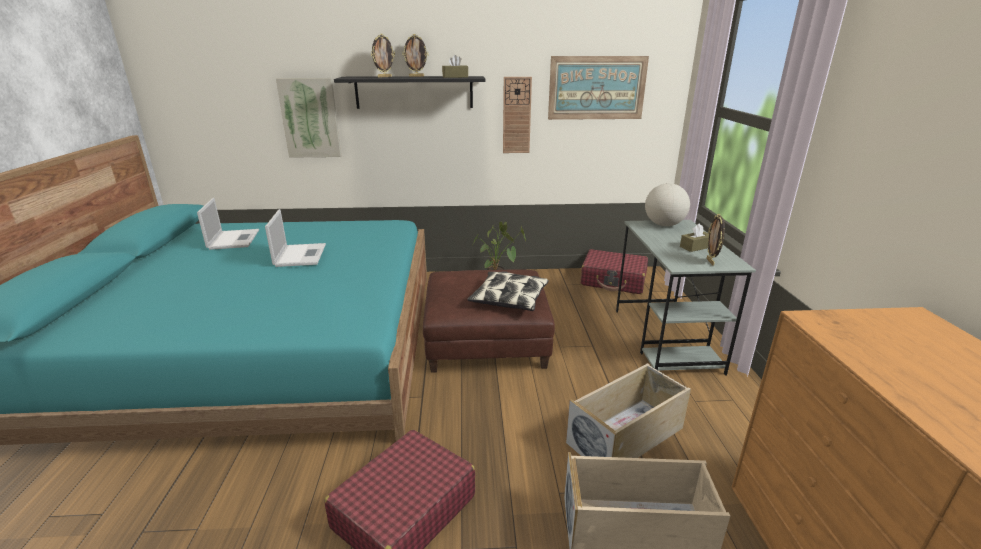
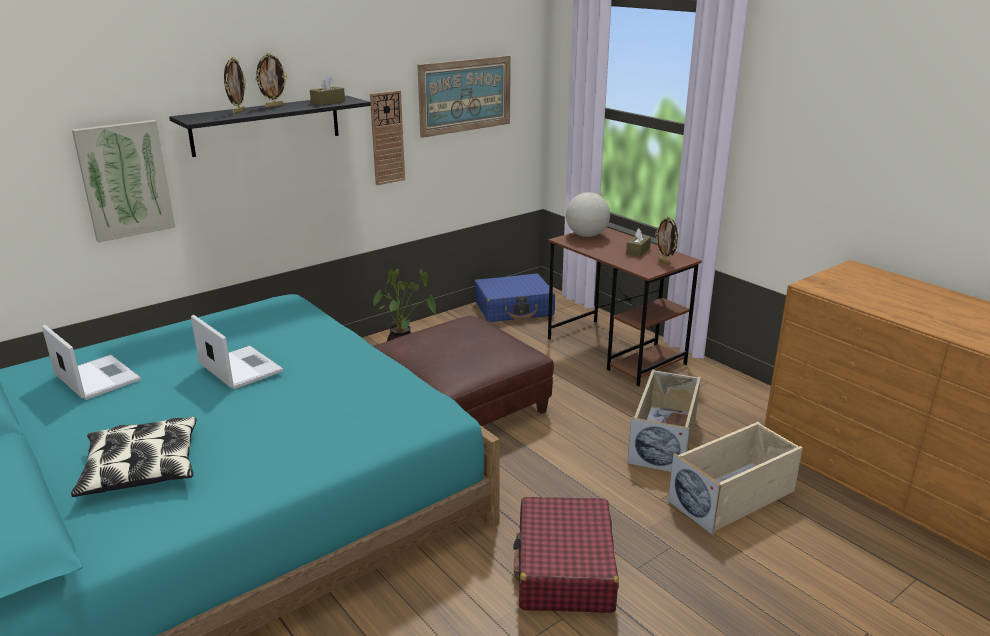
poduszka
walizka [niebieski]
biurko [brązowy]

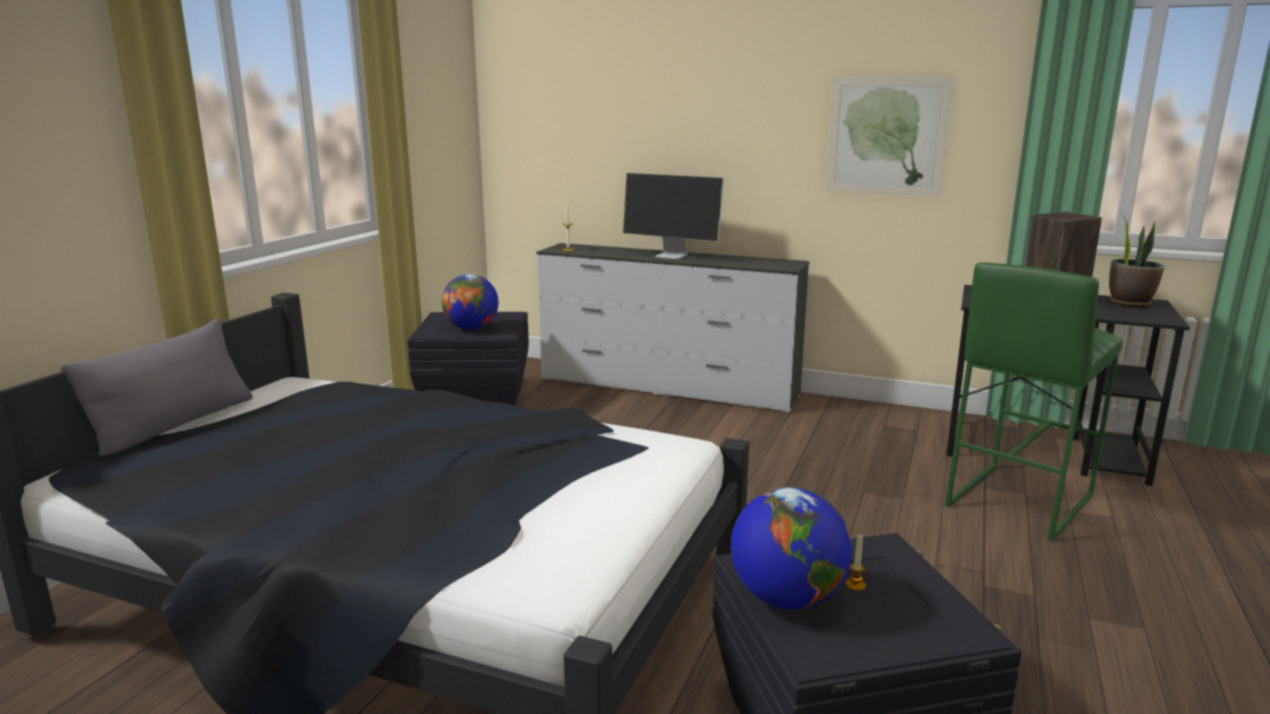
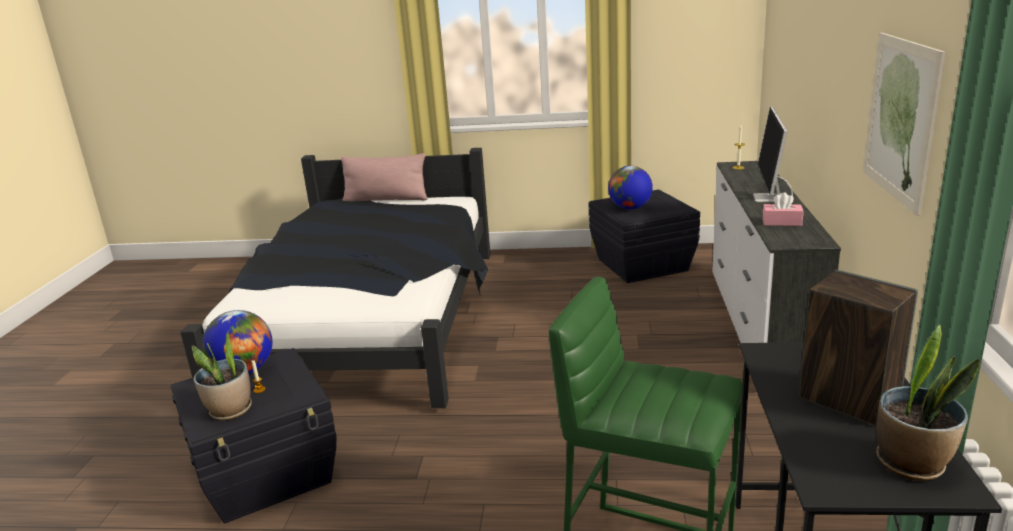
poduszka [różowy]
roślina doniczkowa (1st from left)
pudełko chusteczek [różowy]

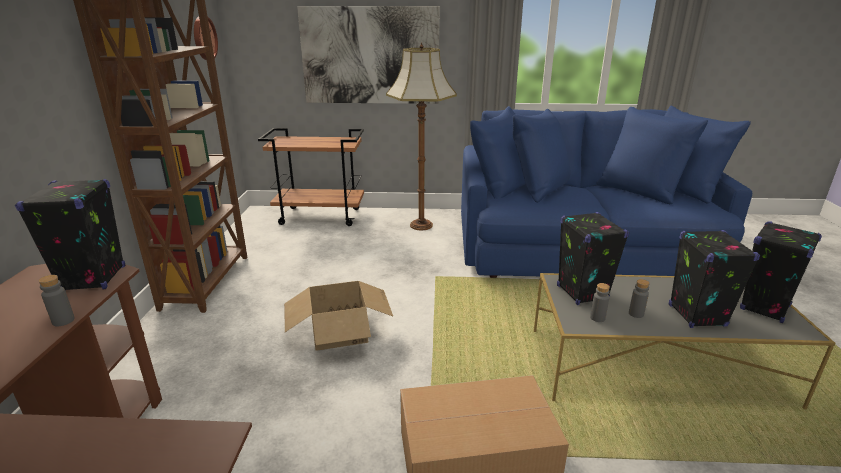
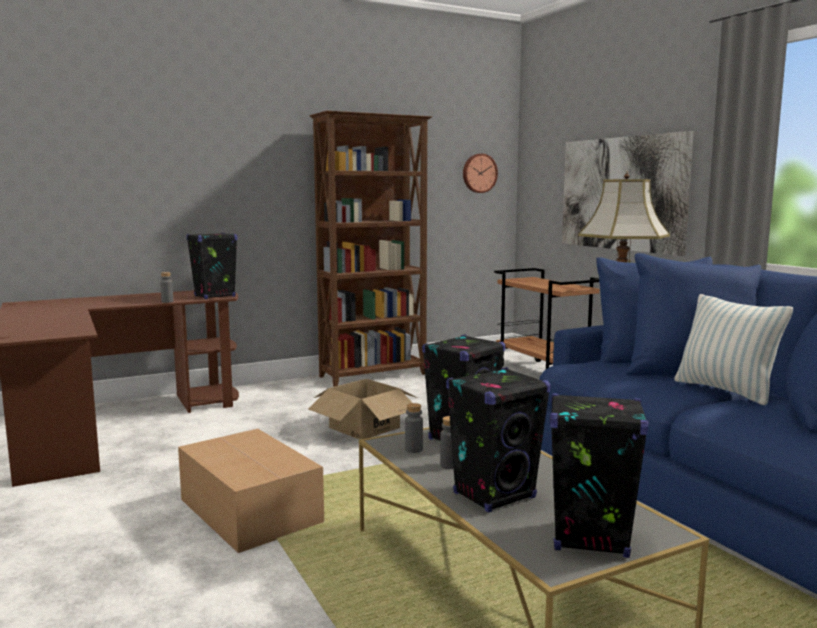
poduszka

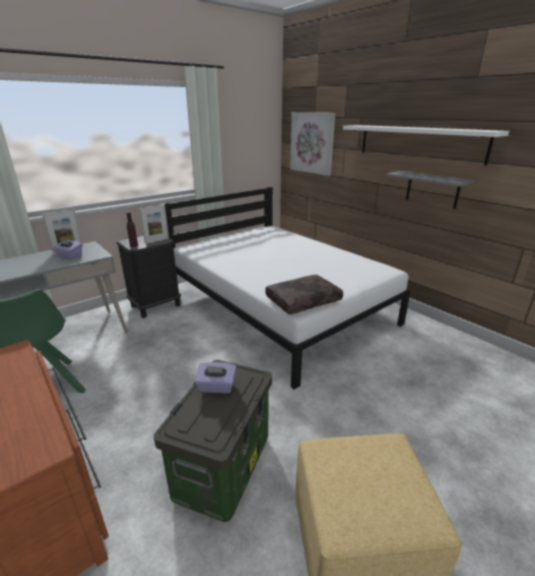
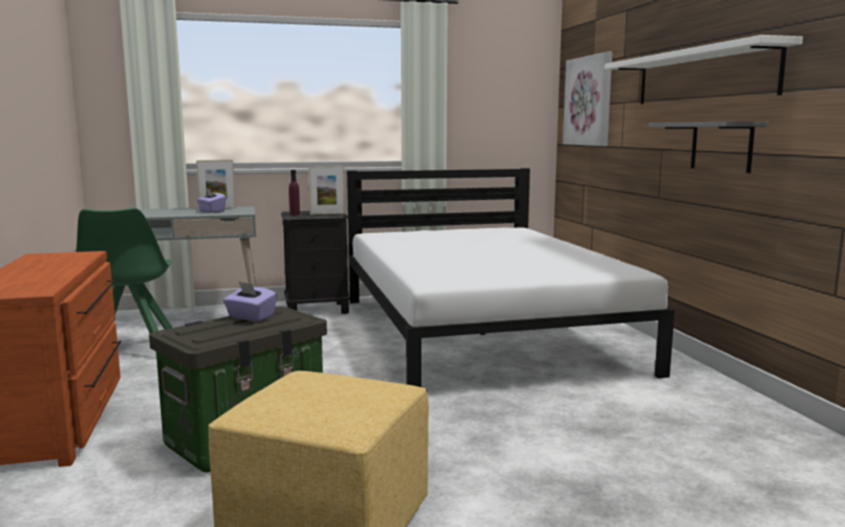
poduszka [brązowy]

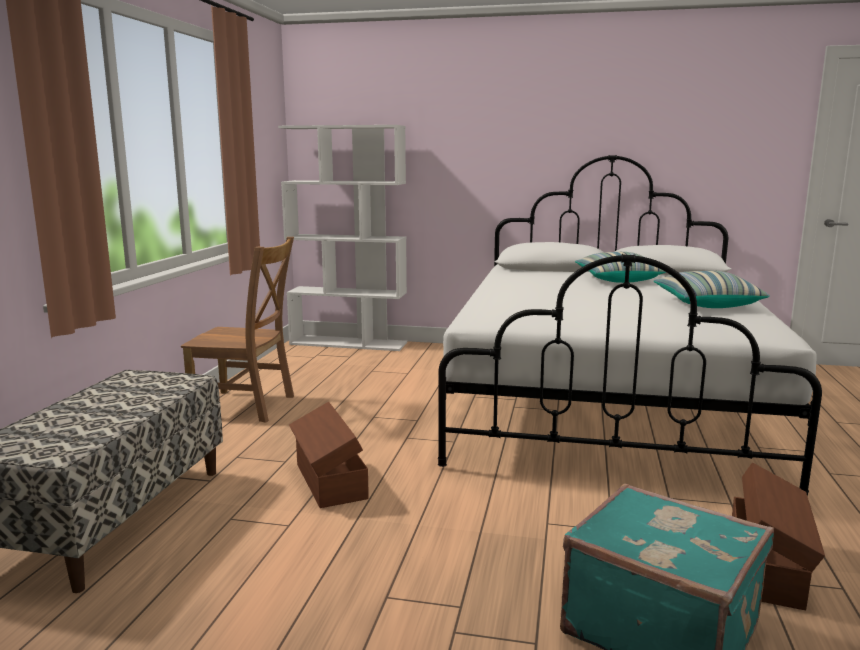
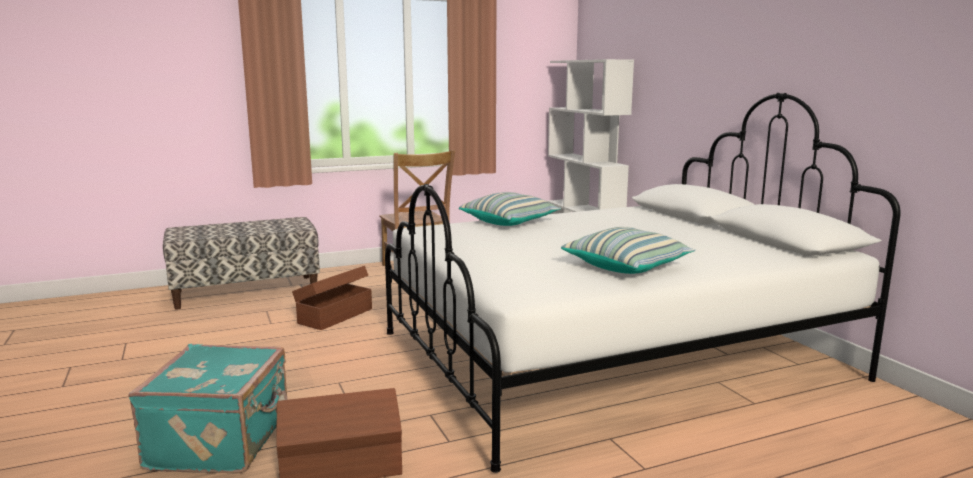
poduszka (1st from left)

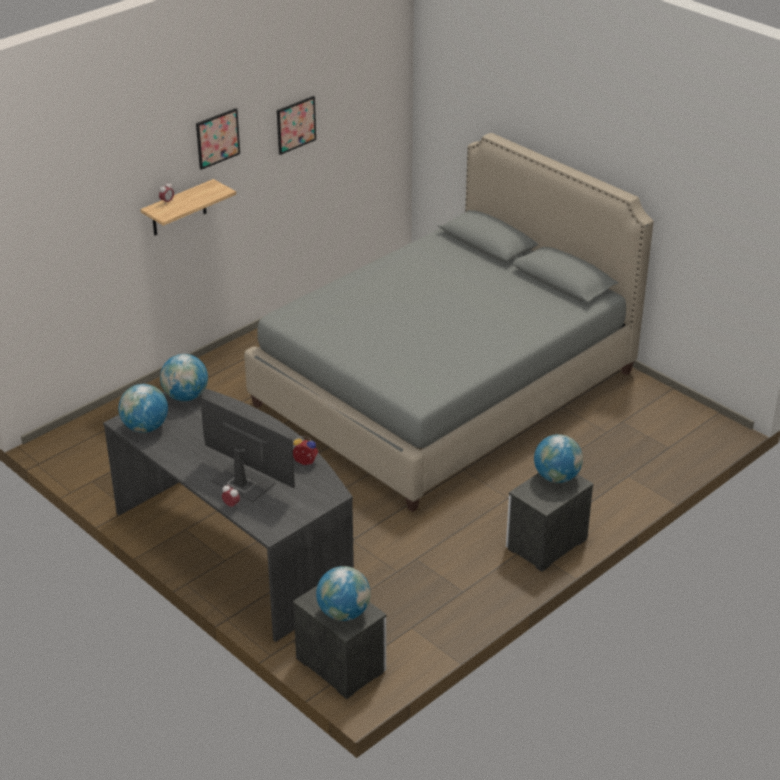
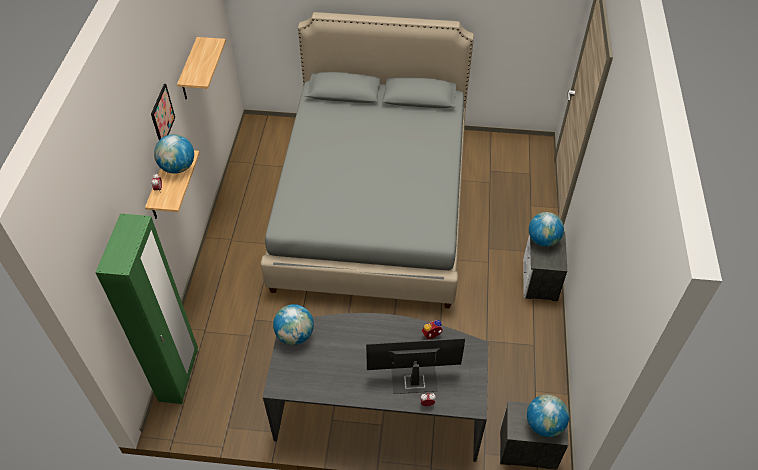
globus (1st from left)
półka (2nd from left)
szafa [zielony]

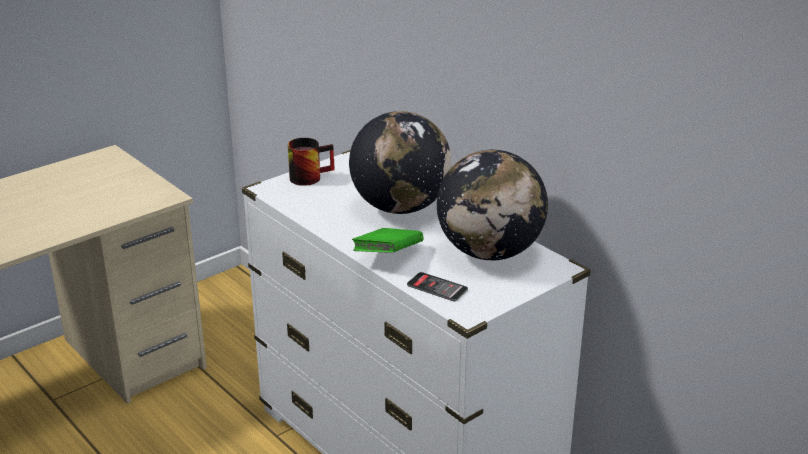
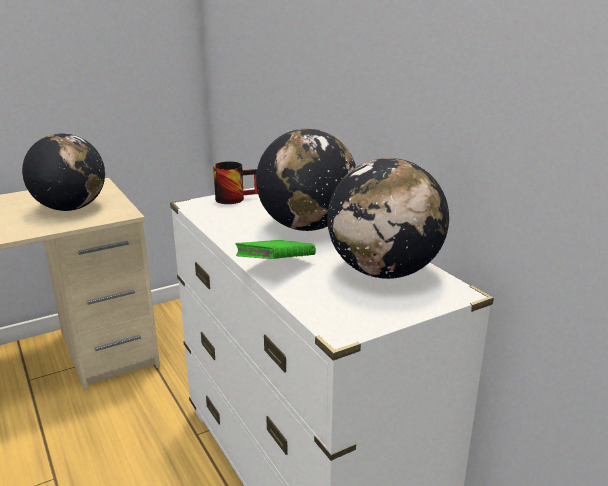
telefon
globus (1st from left)

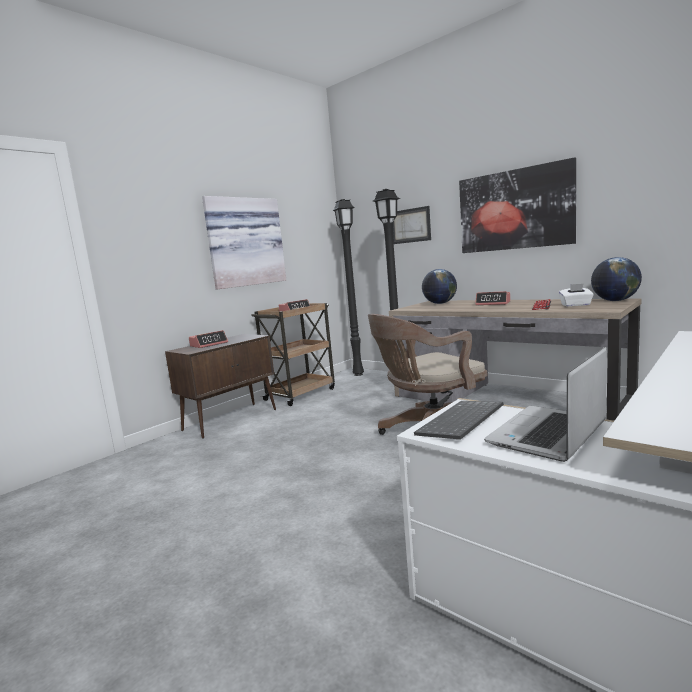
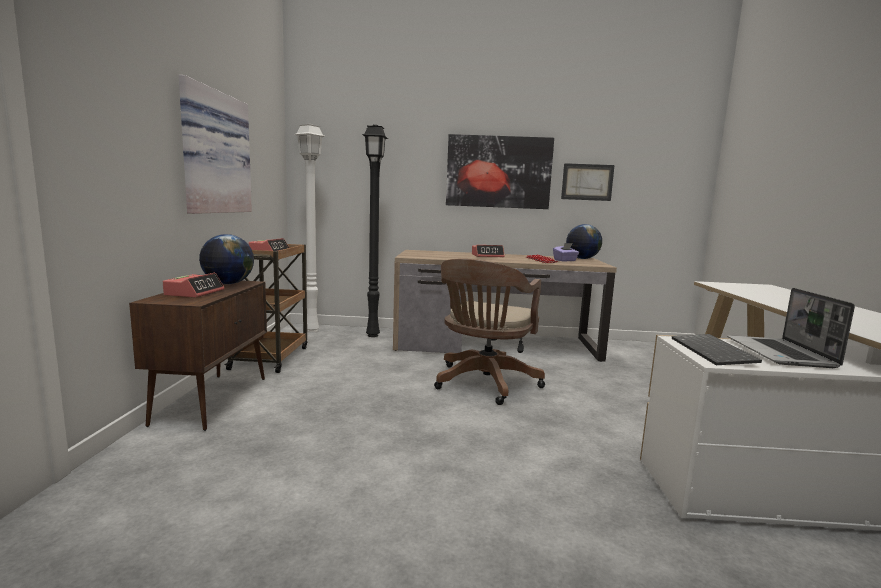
lampa stojąca [biały]
obraz (3rd from left)
globus (1st from left)
pudełko chusteczek [fioletowy]

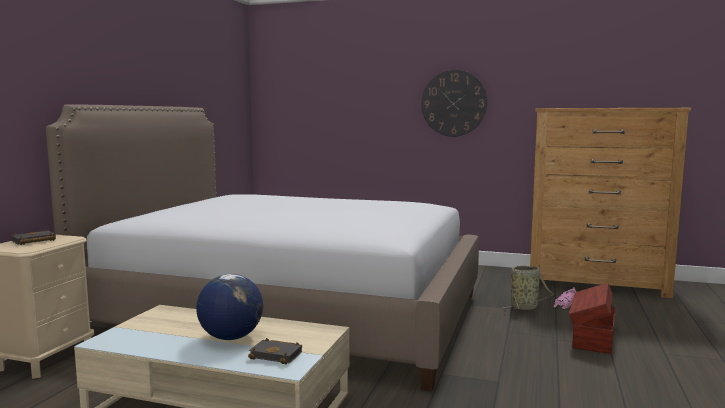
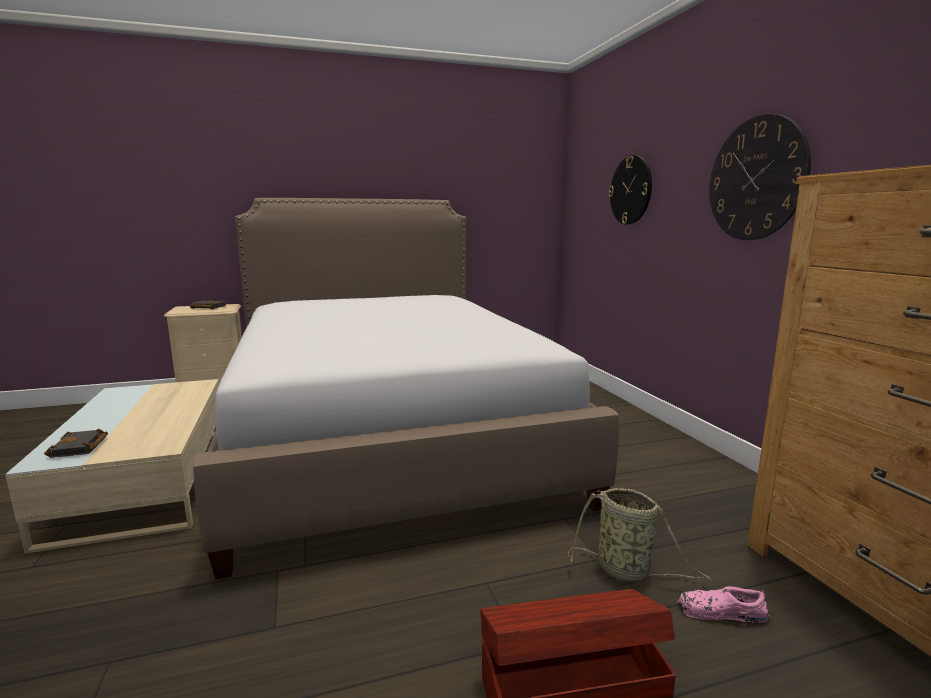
globus
zegar ścienny (1st from left)

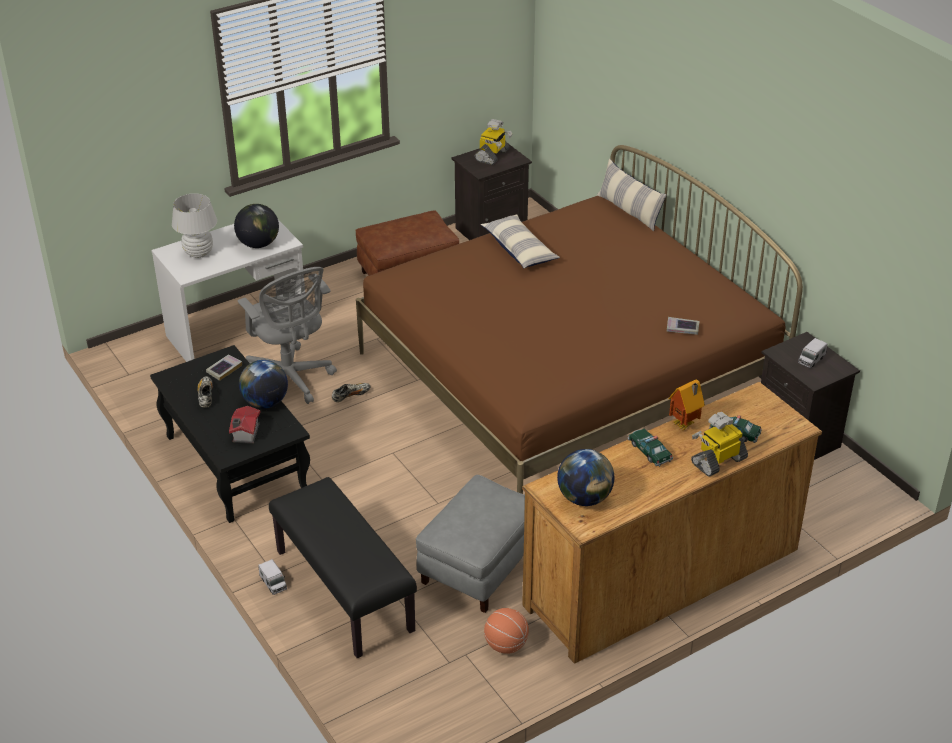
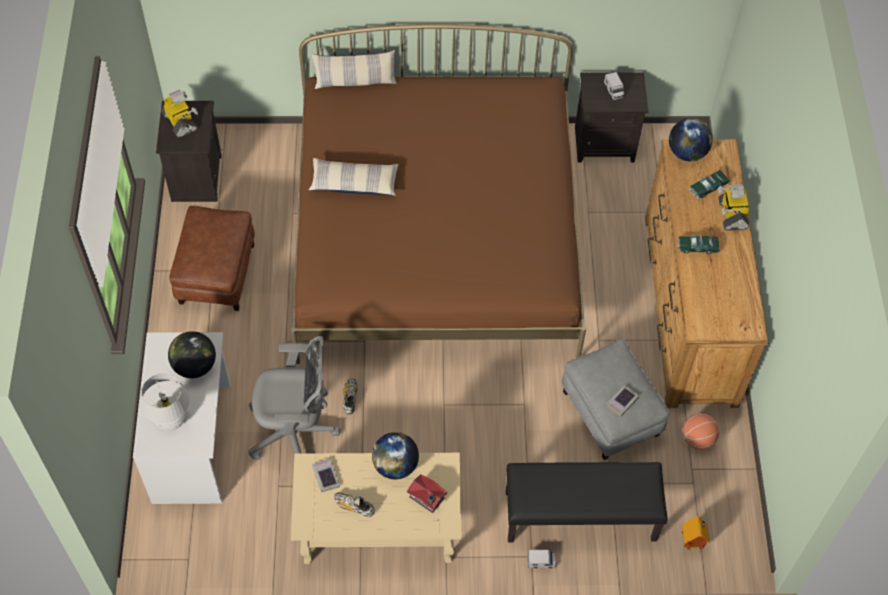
ława [beżowy]
globus (3rd from left)
książka (2nd from left)
domek (2nd from left)

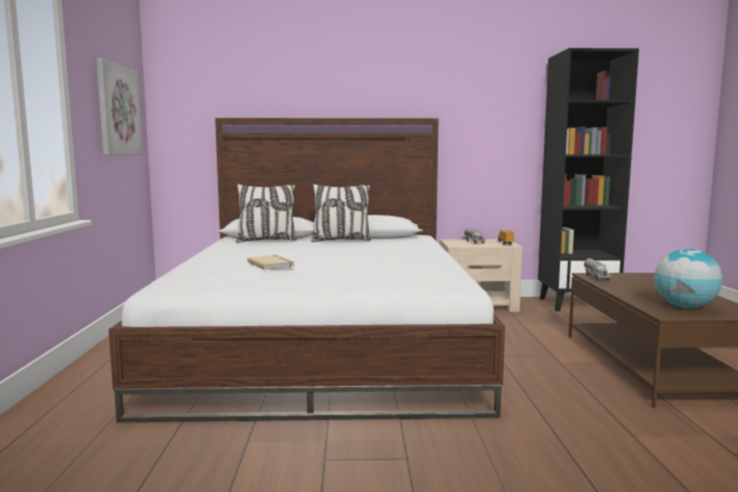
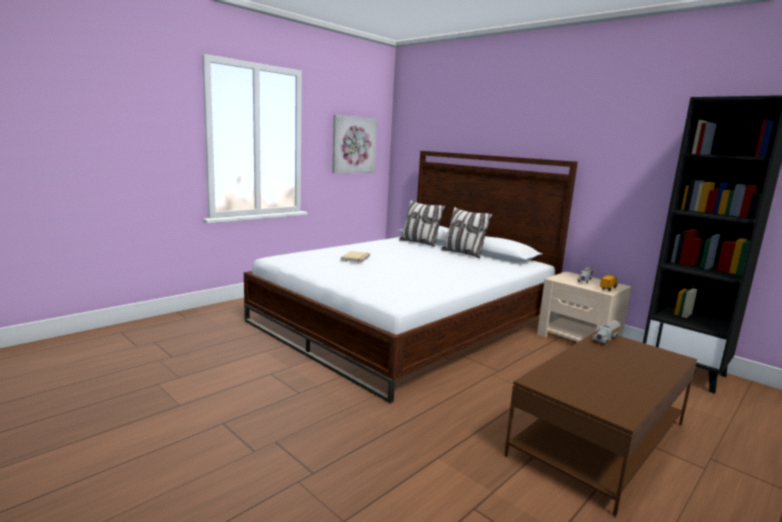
globus

